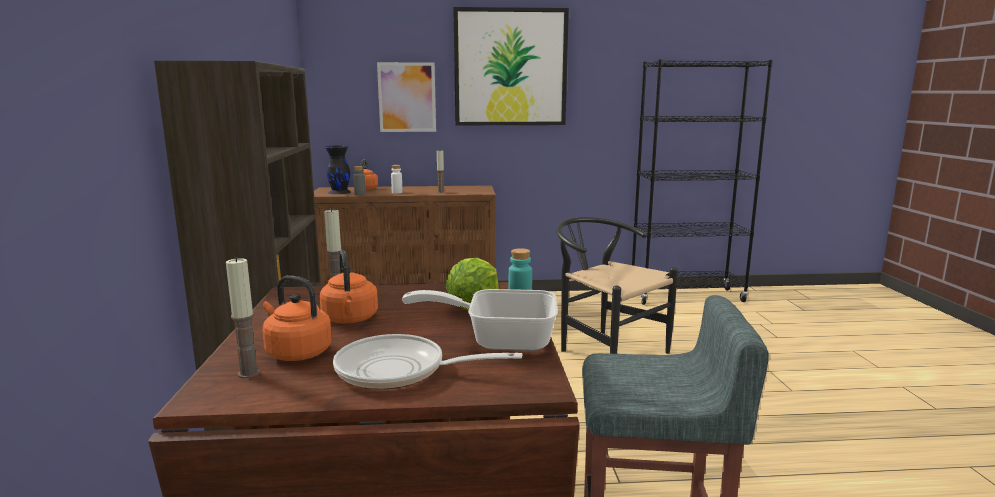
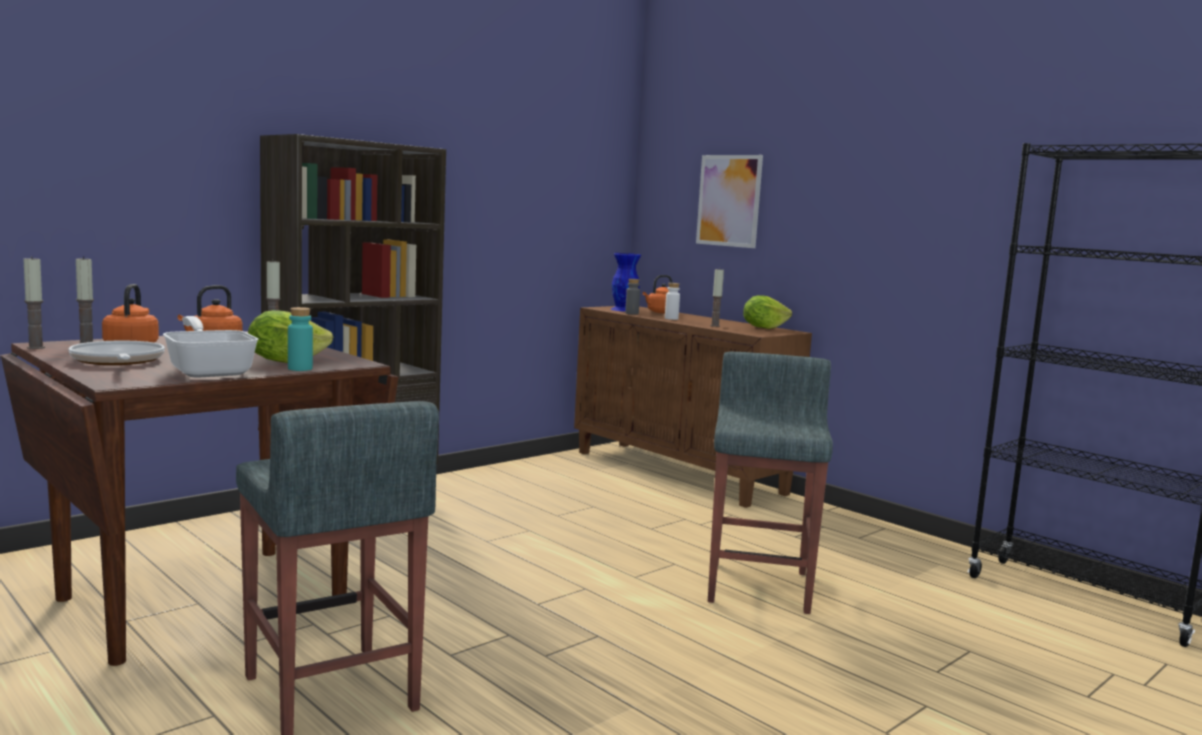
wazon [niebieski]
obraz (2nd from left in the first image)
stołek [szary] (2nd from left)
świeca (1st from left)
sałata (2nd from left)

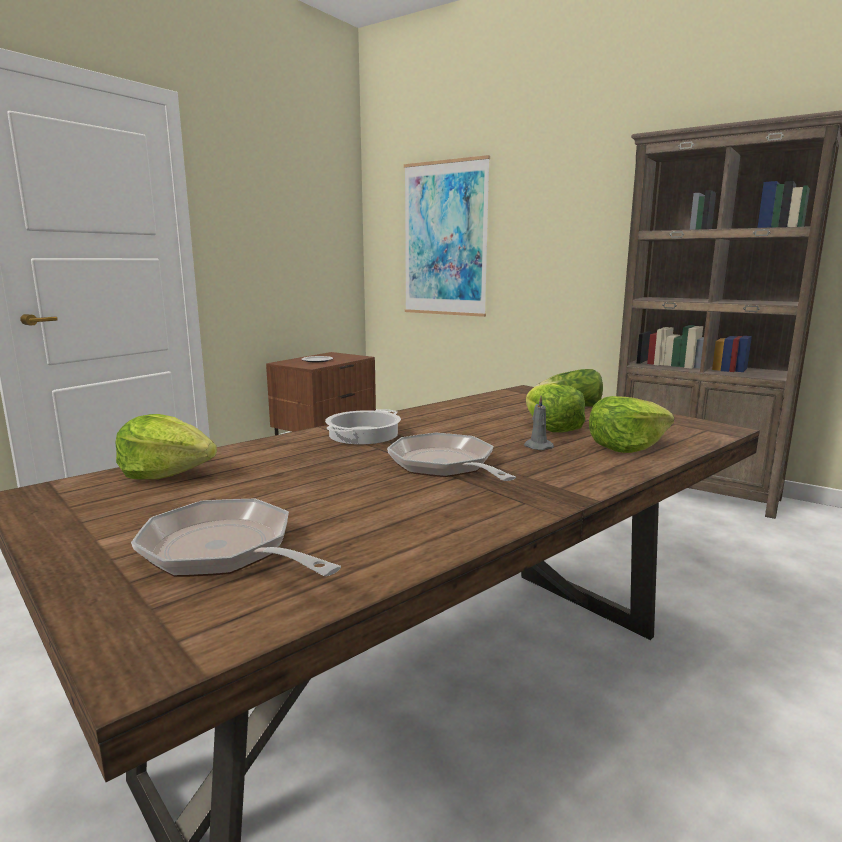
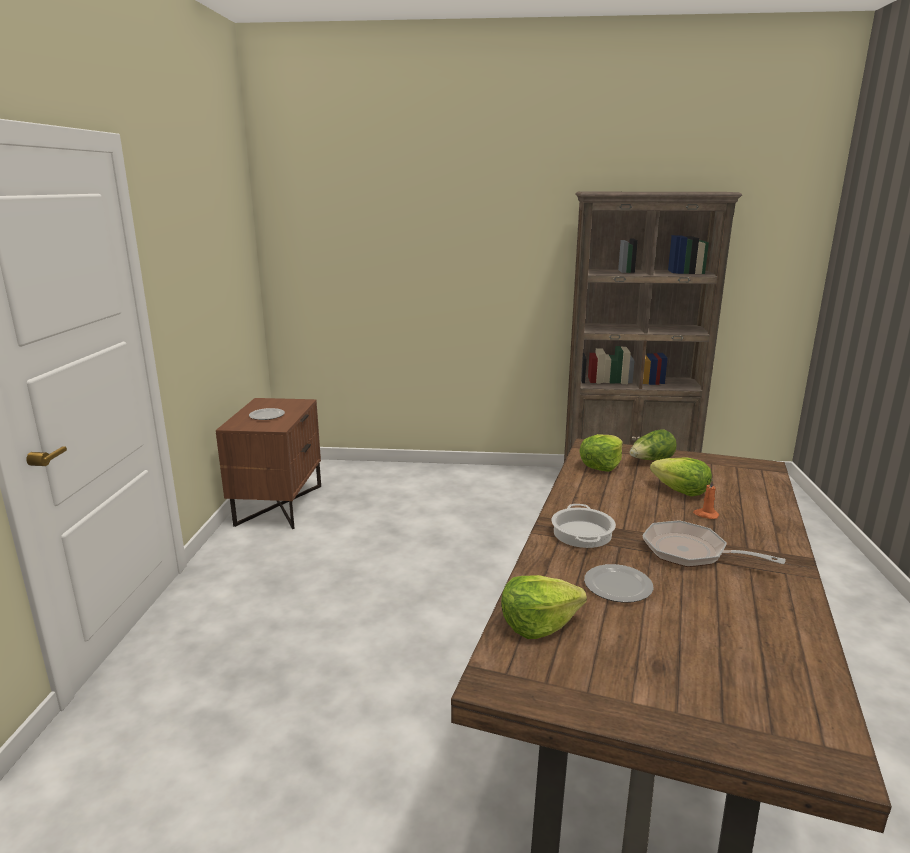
patelnia (1st from left in the first image)
obraz
świeca [pomarańczowy]
sałata (2nd from left)
talerz (2nd from left)

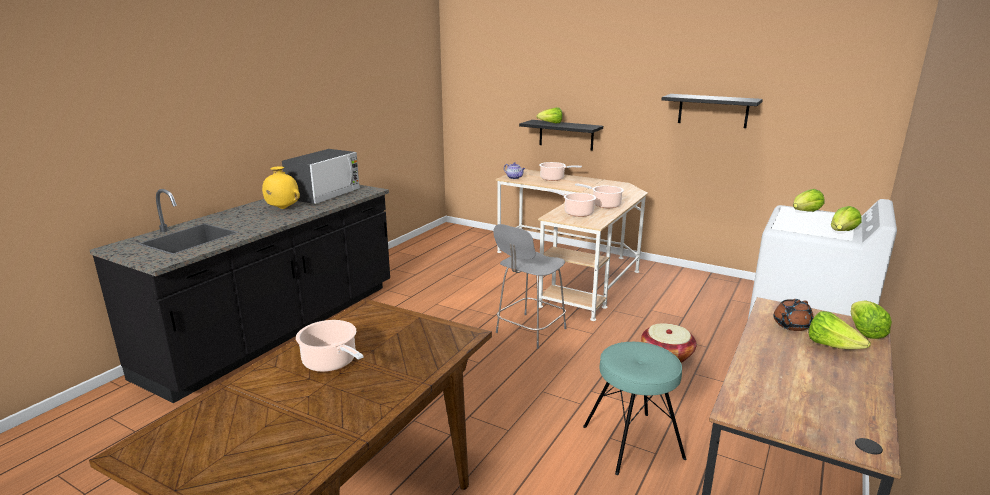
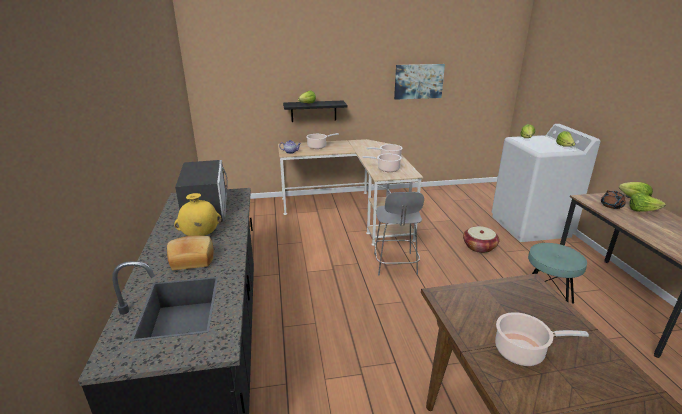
obraz
chleb

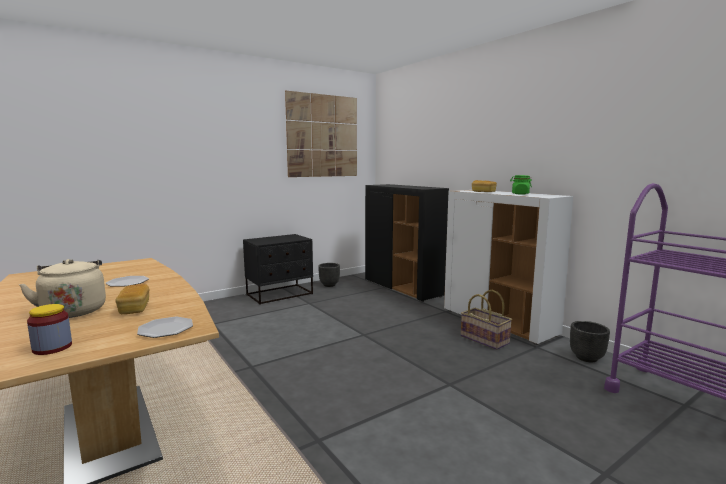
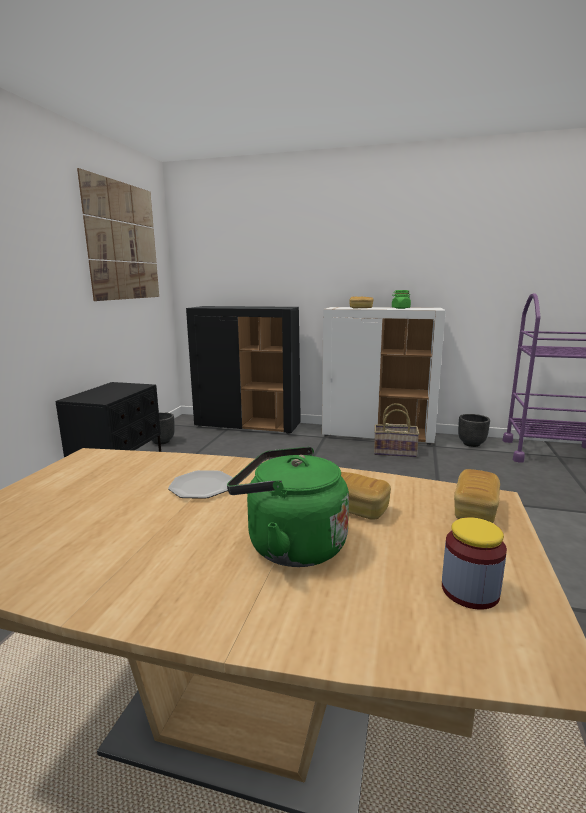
czajnik [zielony]
chleb (3rd from left)

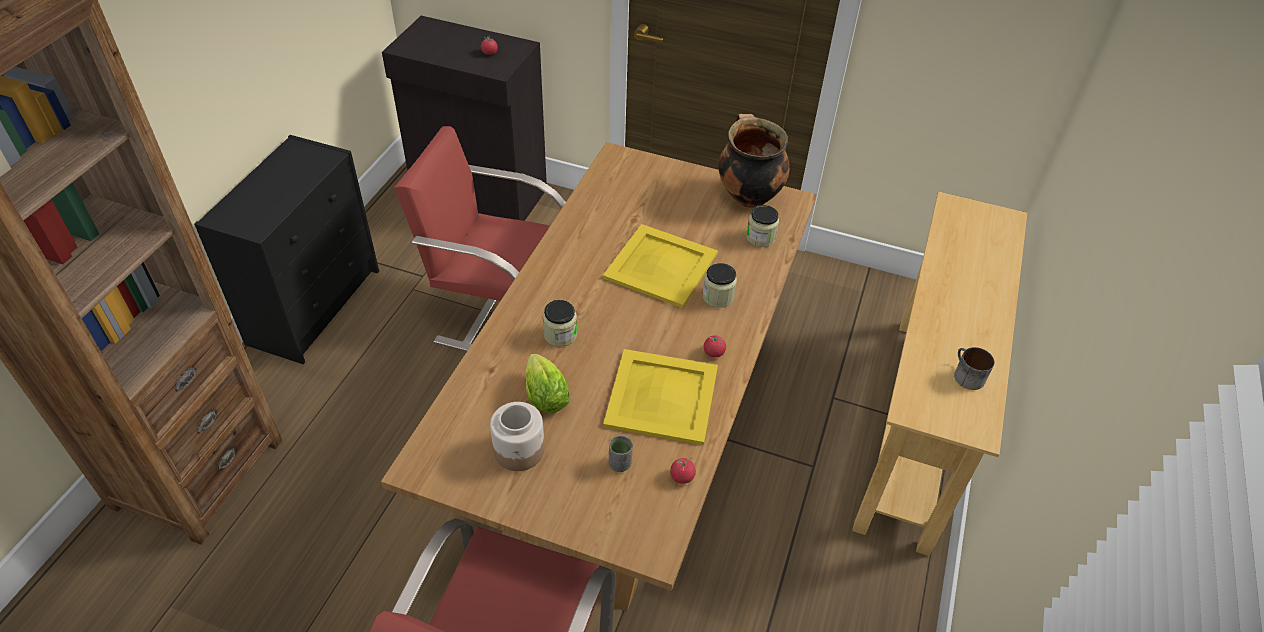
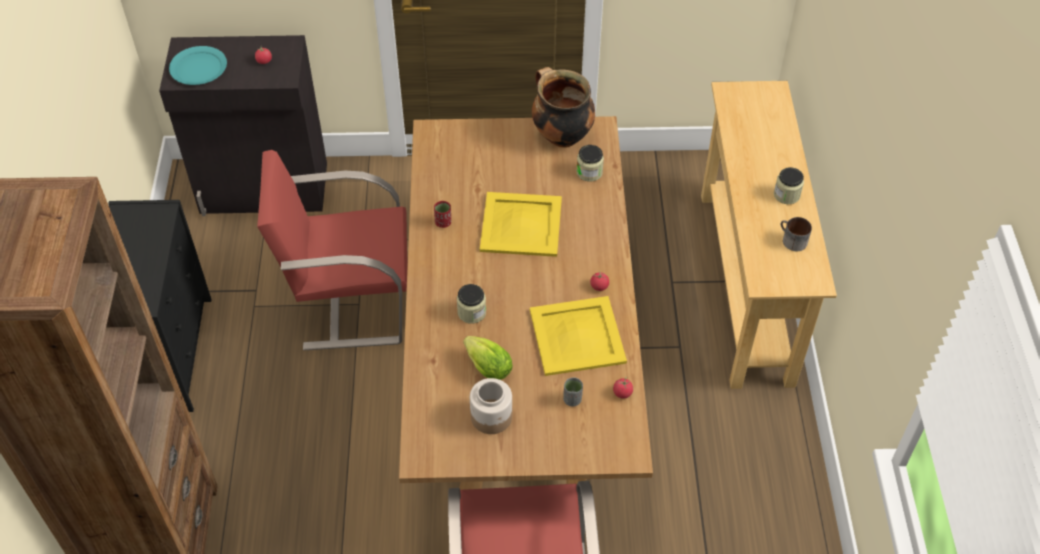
słoik (4th from left)
talerz [turkusowy]
filiżanka [czerwony]

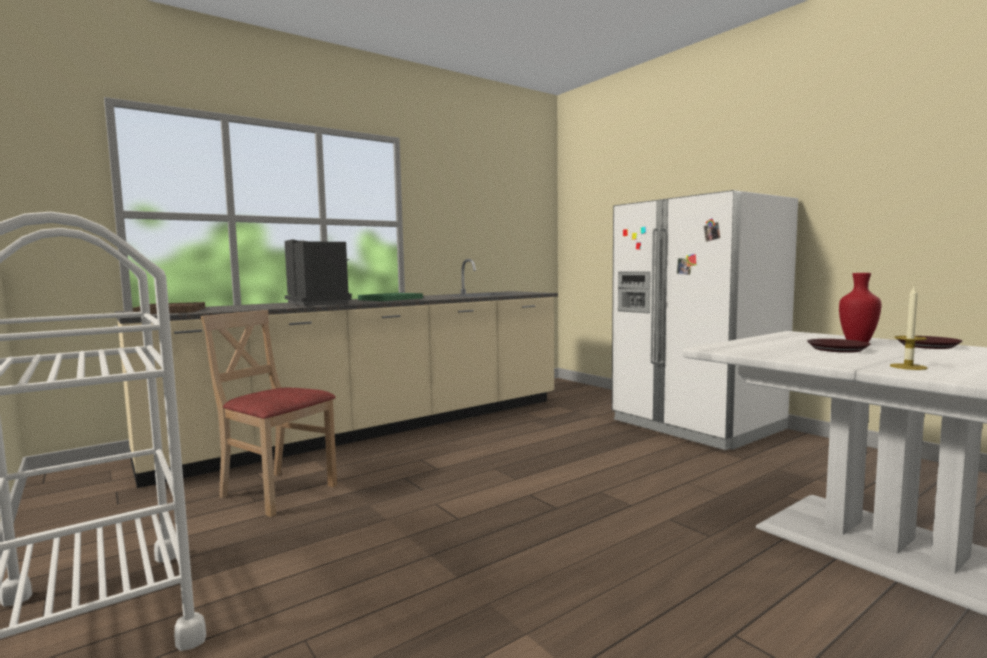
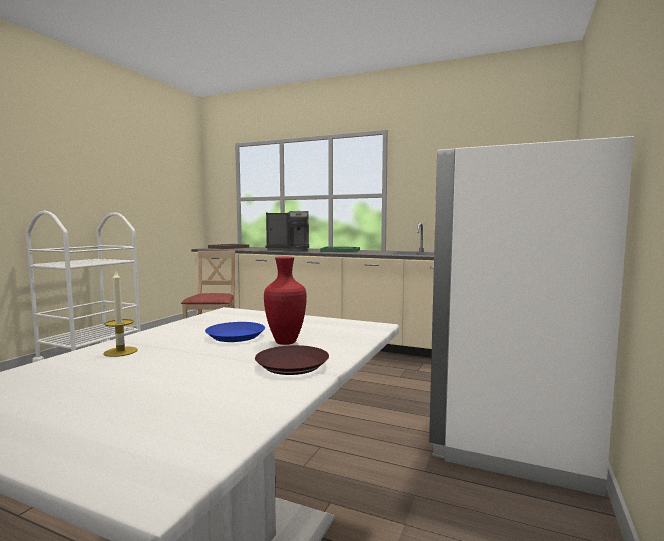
ekspres do kawy
talerz [niebieski]

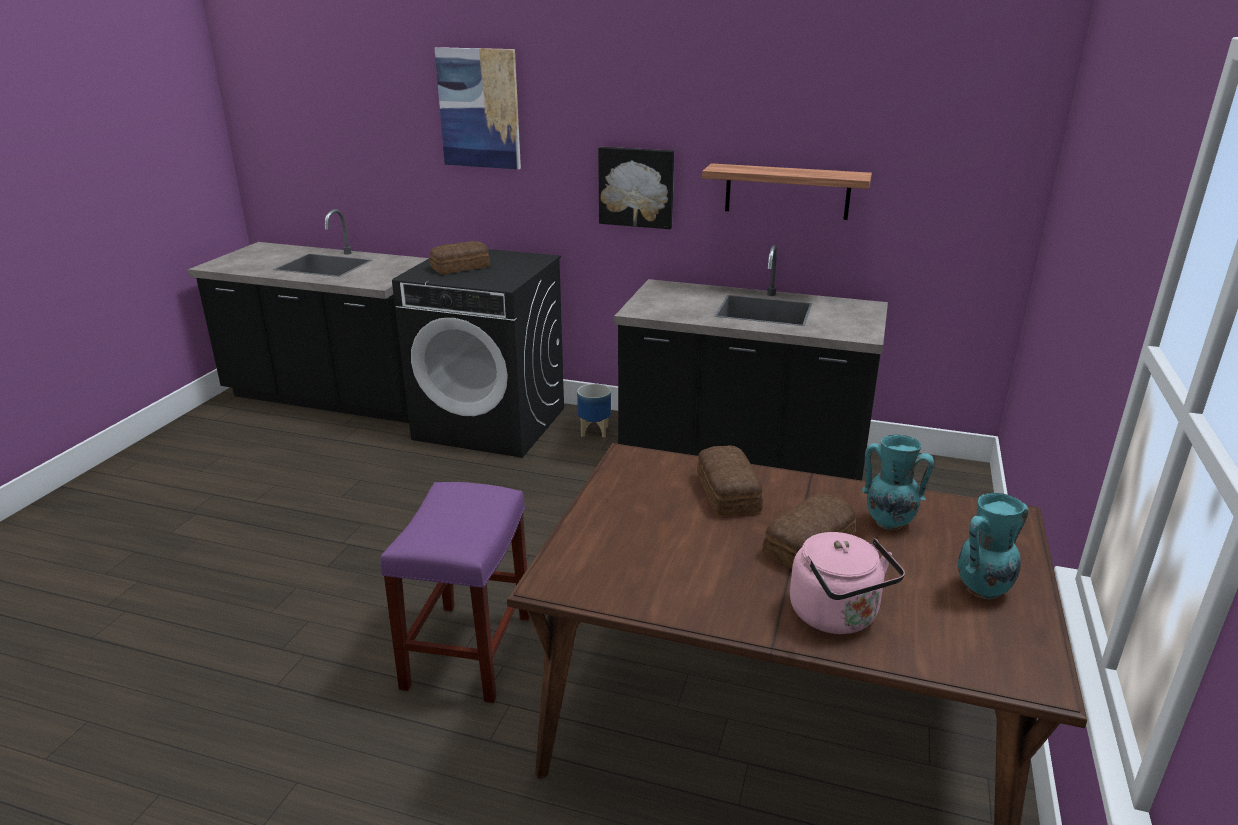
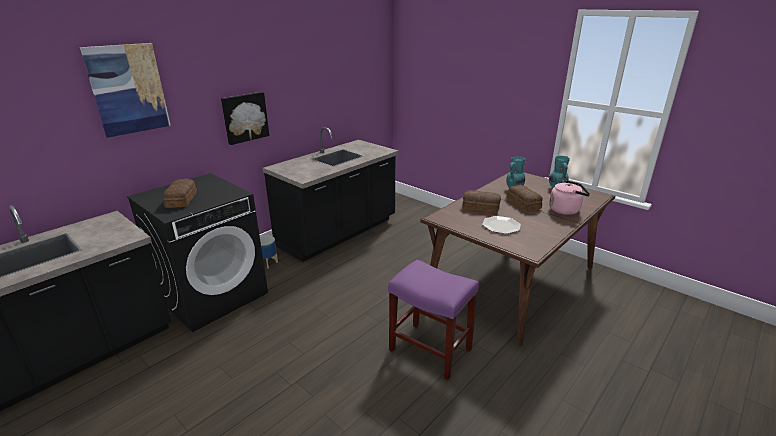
półka
talerz

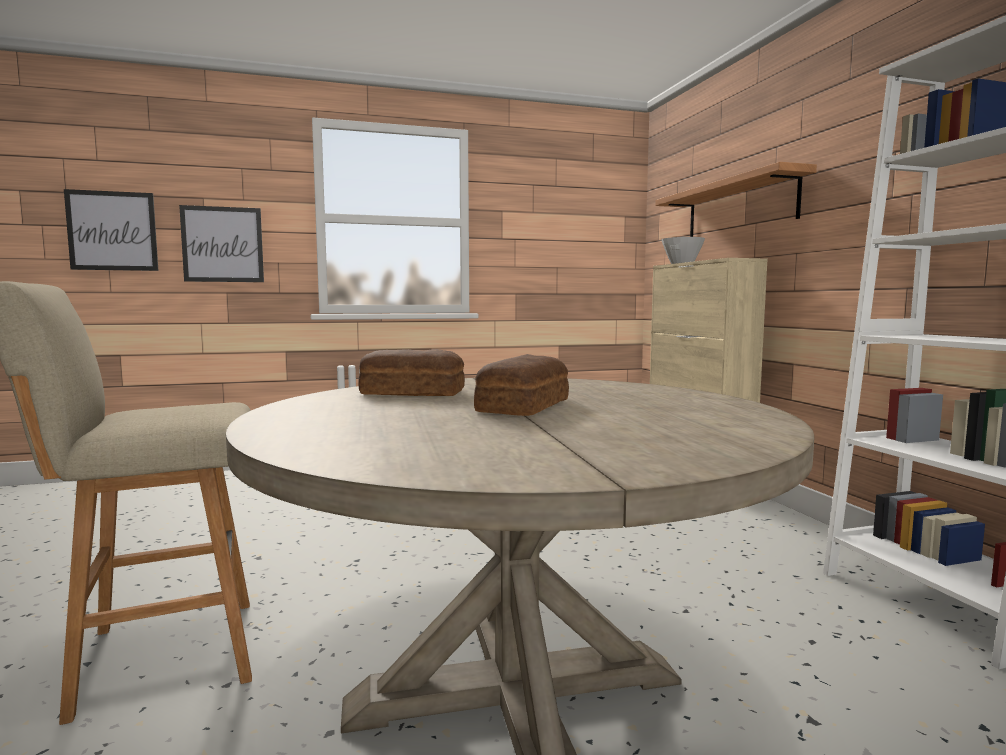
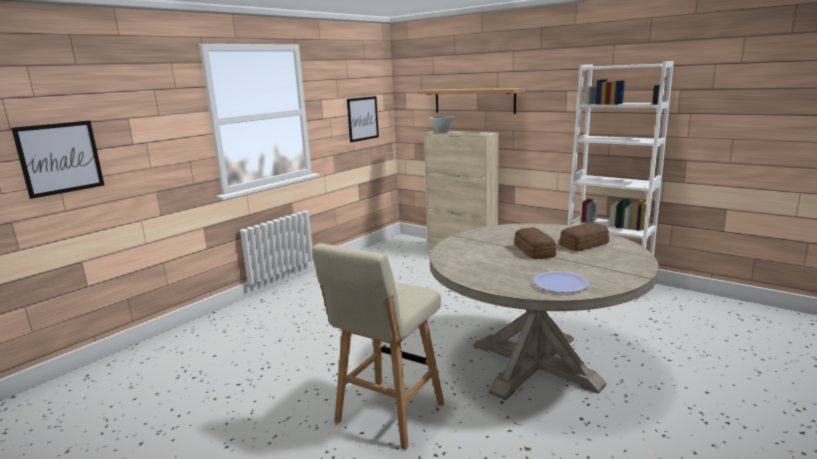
obraz (2nd from left)
chleb (2nd from left)
talerz

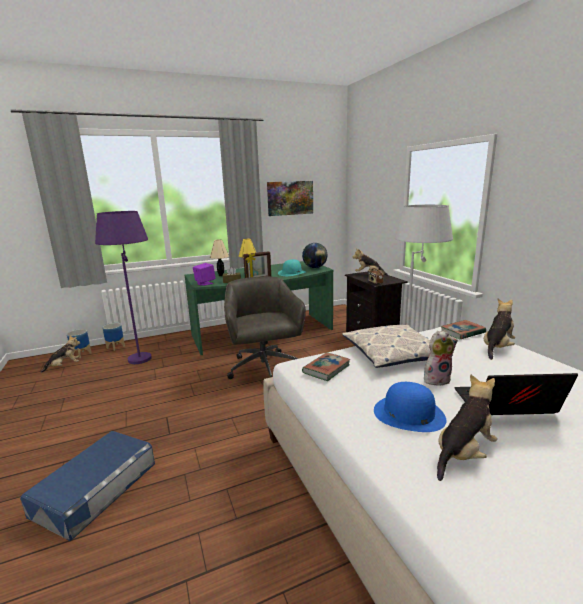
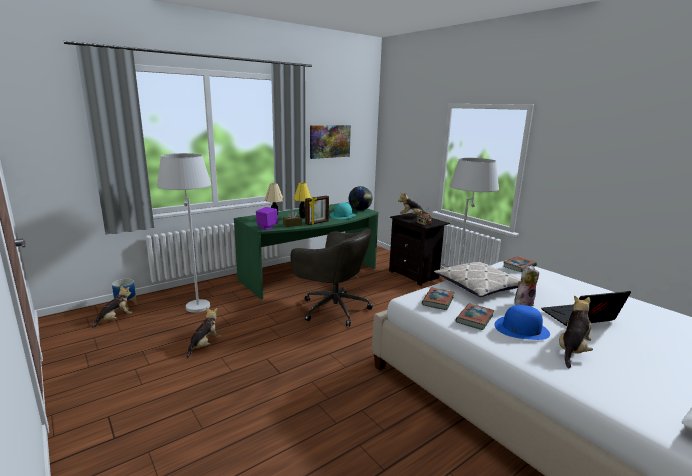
pojemnik do przechowywania [niebieski]
lampa stojąca [biały] (1st from left)
donica (2nd from left in the first image)
krzesło biurowe [szary]
pluszak (2nd from left)
książka (2nd from left)

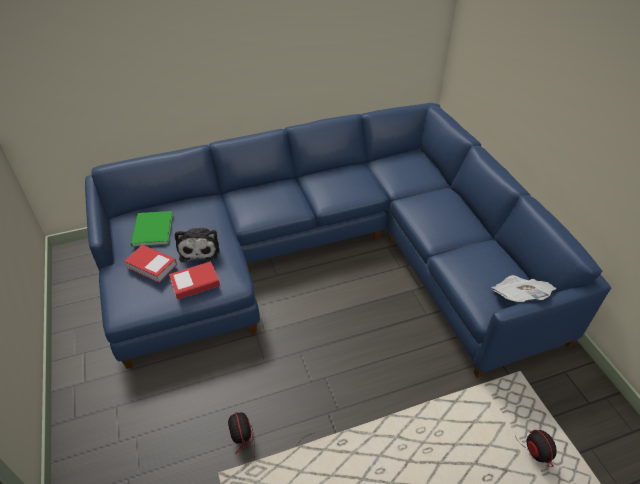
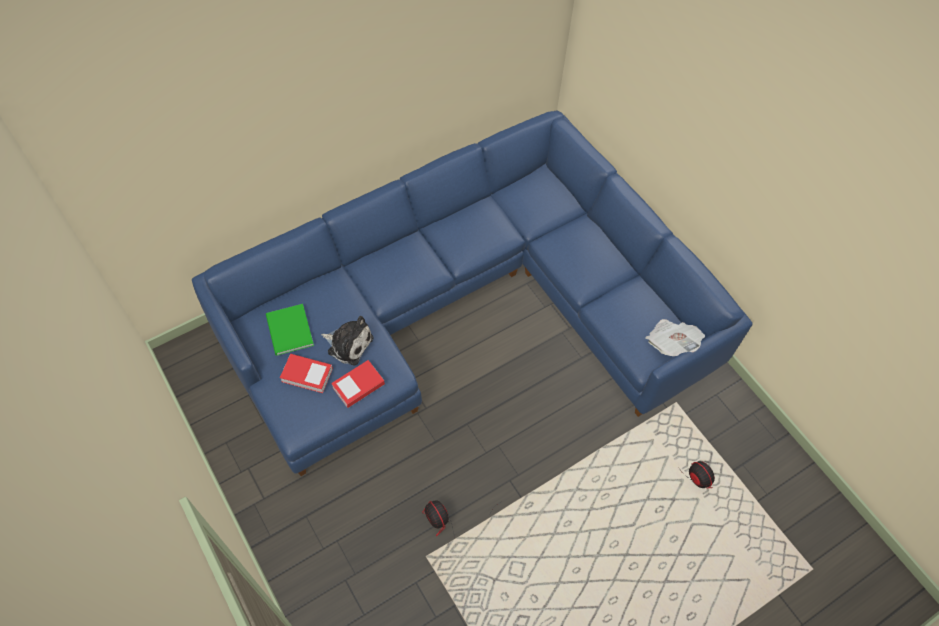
pluszak

